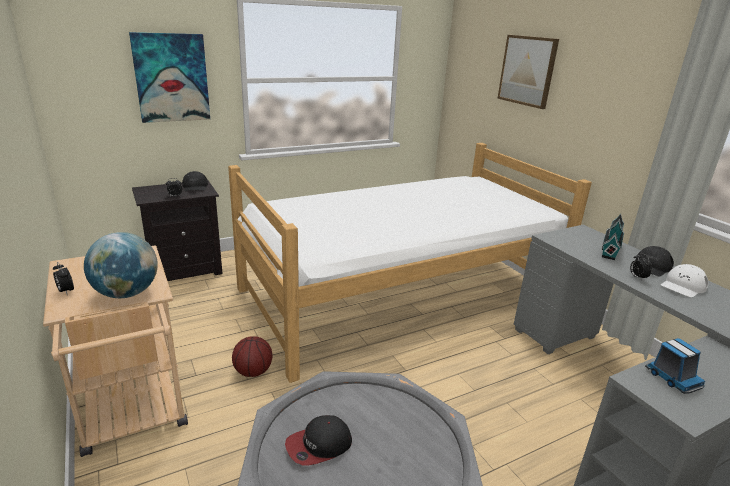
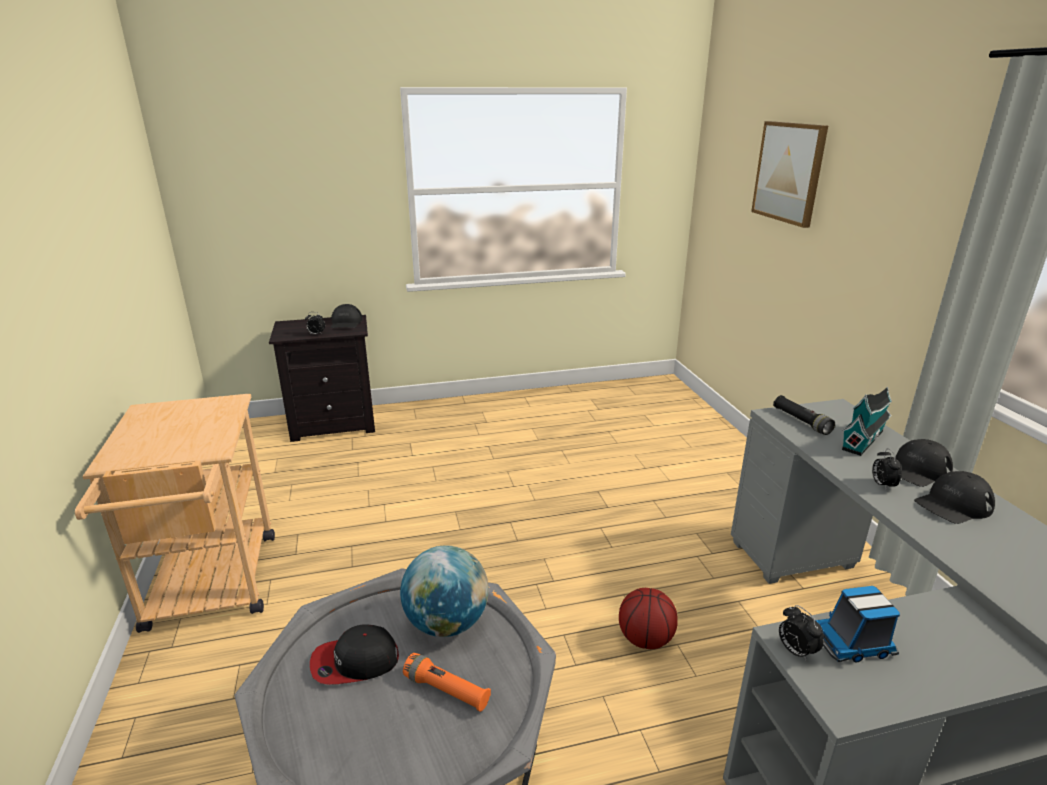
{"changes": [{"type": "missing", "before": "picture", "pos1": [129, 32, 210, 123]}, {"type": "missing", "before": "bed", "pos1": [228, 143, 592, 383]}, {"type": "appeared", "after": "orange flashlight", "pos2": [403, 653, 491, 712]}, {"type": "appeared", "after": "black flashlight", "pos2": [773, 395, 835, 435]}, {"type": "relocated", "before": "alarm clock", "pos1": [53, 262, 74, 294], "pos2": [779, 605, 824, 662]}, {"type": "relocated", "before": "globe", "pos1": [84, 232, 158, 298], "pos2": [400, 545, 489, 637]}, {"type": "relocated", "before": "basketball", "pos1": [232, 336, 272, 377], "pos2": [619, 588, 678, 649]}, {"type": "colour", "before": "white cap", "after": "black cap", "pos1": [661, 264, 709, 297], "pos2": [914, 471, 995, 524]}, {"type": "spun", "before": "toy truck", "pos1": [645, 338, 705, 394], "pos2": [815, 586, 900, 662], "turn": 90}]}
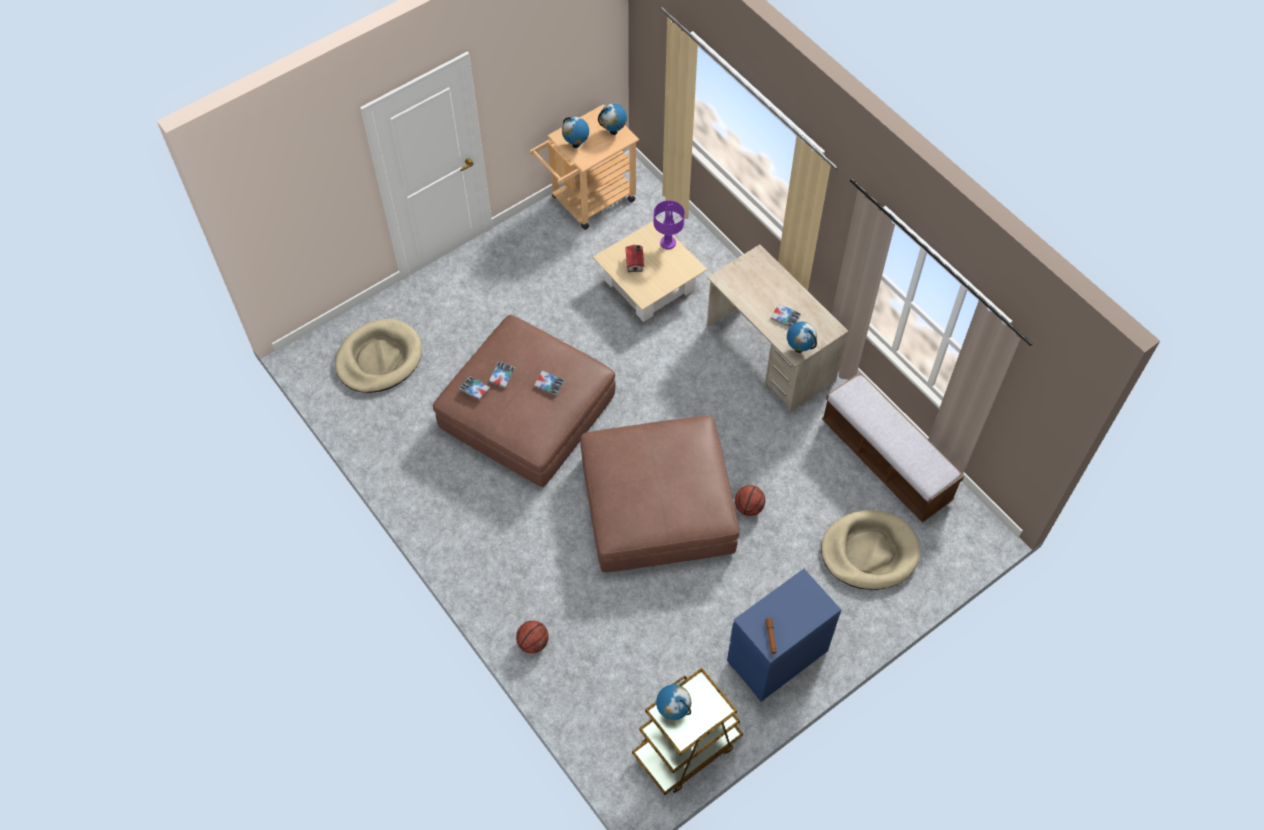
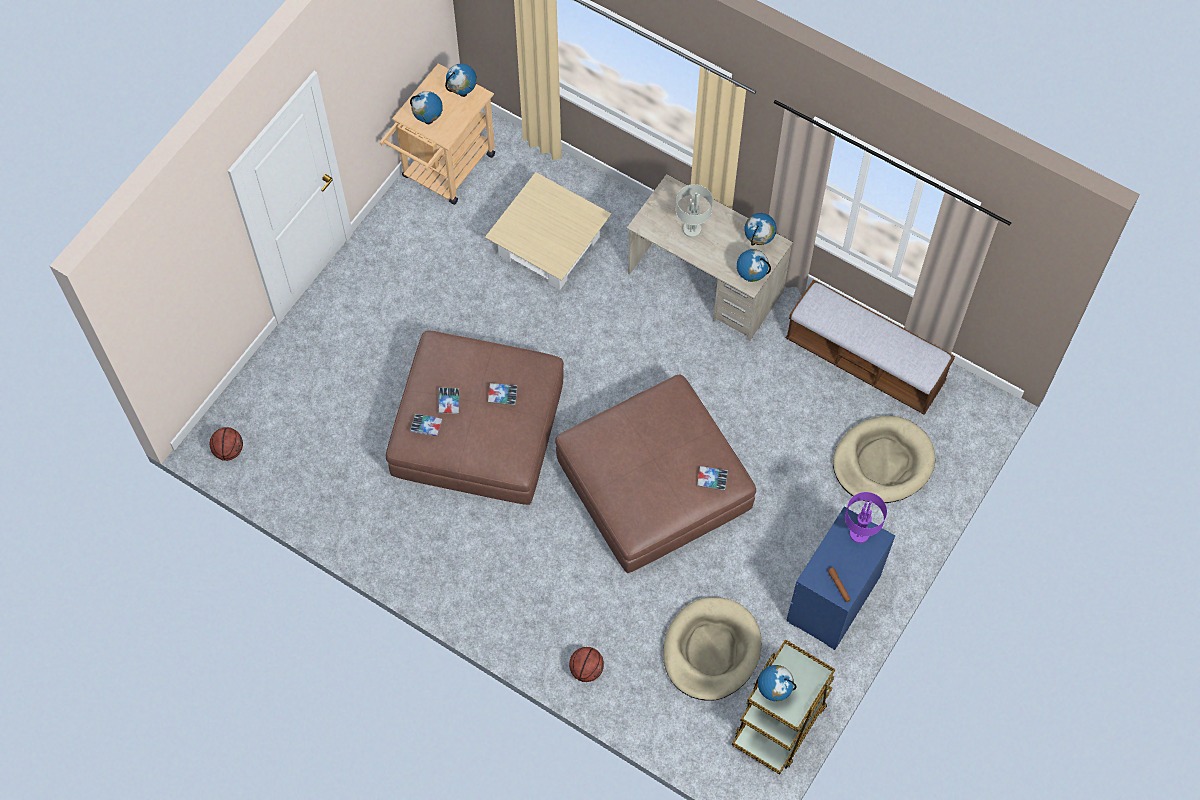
{"changes": [{"type": "missing", "before": "toy house", "pos1": [625, 245, 644, 272]}, {"type": "appeared", "after": "grey table lamp", "pos2": [676, 184, 713, 238]}, {"type": "appeared", "after": "globe", "pos2": [744, 213, 776, 246]}, {"type": "relocated", "before": "beige dog bed", "pos1": [335, 319, 422, 393], "pos2": [663, 597, 761, 701]}, {"type": "relocated", "before": "purple table lamp", "pos1": [653, 200, 685, 249], "pos2": [845, 492, 887, 543]}, {"type": "relocated", "before": "basketball", "pos1": [735, 485, 765, 516], "pos2": [210, 427, 243, 461]}, {"type": "relocated", "before": "book", "pos1": [771, 304, 801, 327], "pos2": [697, 466, 728, 490]}]}
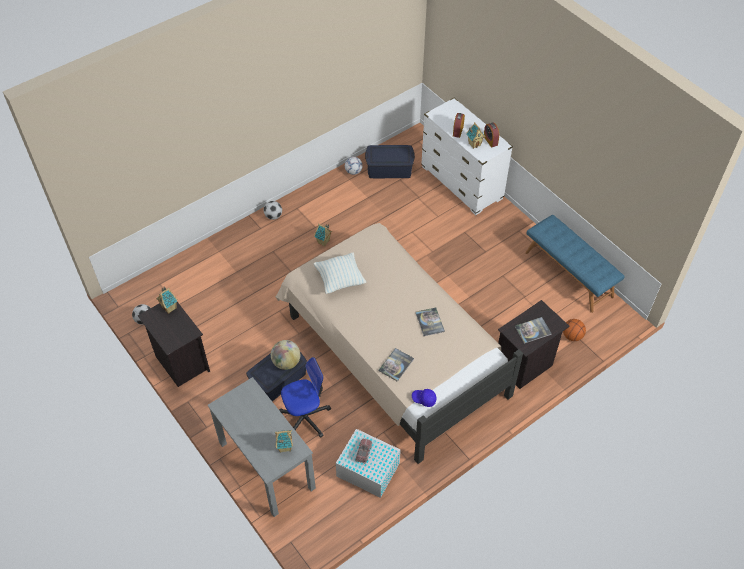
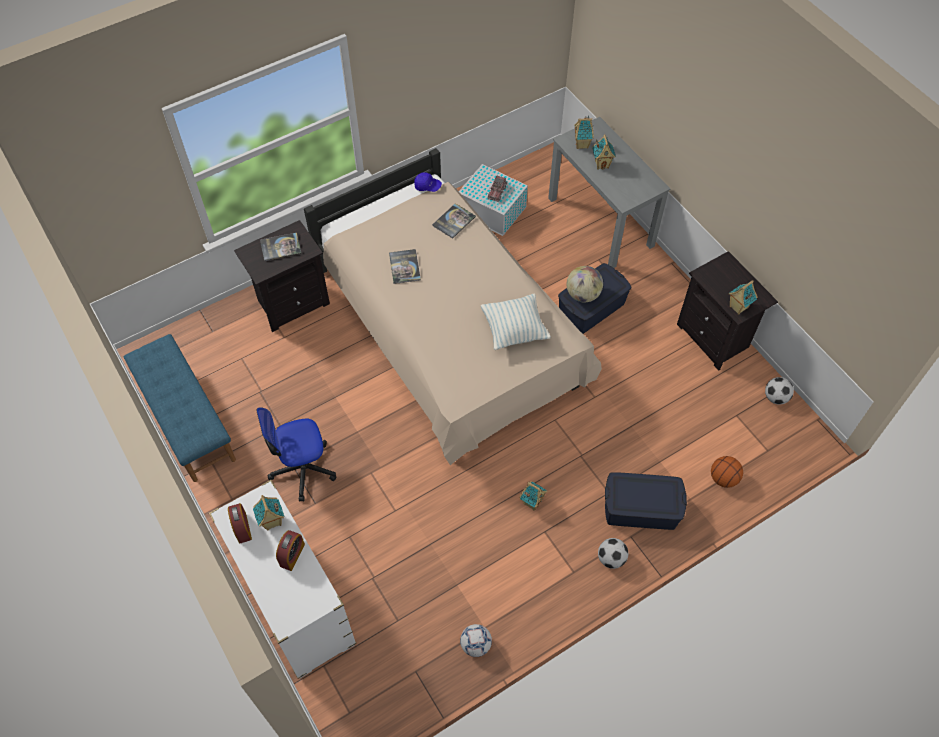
{"changes": [{"type": "appeared", "after": "toy house", "pos2": [592, 134, 616, 170]}, {"type": "relocated", "before": "office chair", "pos1": [279, 357, 331, 438], "pos2": [256, 408, 336, 502]}, {"type": "relocated", "before": "blue storage box", "pos1": [365, 145, 415, 178], "pos2": [605, 472, 687, 530]}, {"type": "relocated", "before": "basketball", "pos1": [563, 319, 586, 341], "pos2": [711, 456, 743, 488]}]}
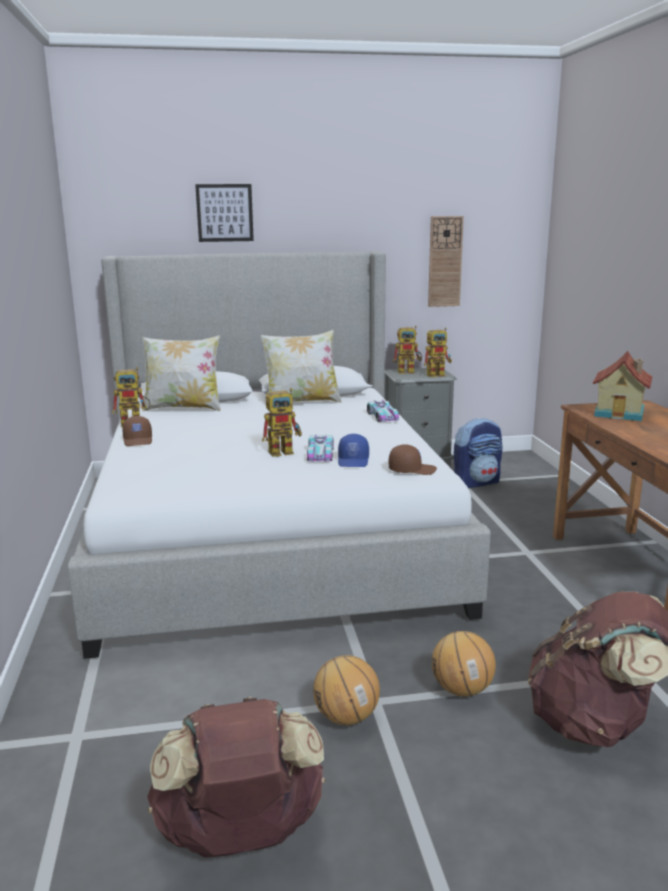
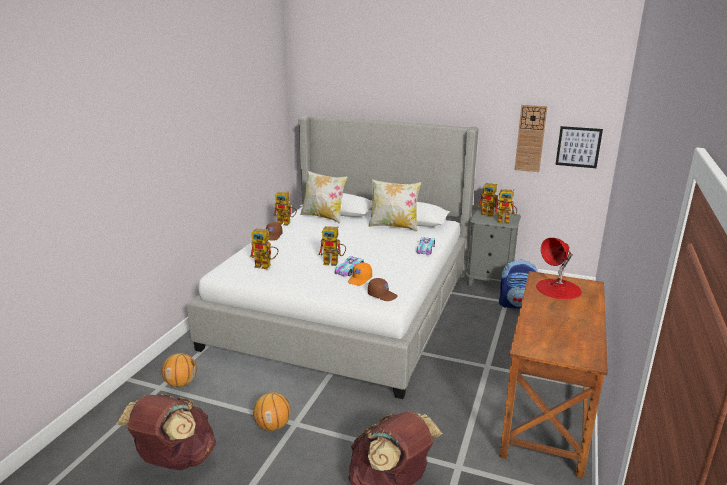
{"changes": [{"type": "appeared", "after": "toy robot", "pos2": [250, 228, 278, 269]}, {"type": "relocated", "before": "picture", "pos1": [195, 184, 254, 242], "pos2": [555, 126, 603, 168]}, {"type": "relocated", "before": "basketball", "pos1": [432, 631, 496, 697], "pos2": [162, 353, 197, 387]}, {"type": "exchanged", "before": "toy house", "after": "red table lamp", "pos1": [593, 351, 653, 421], "pos2": [536, 238, 582, 299]}, {"type": "colour", "before": "blue cap", "after": "orange cap", "pos1": [338, 434, 369, 467], "pos2": [348, 262, 372, 286]}]}
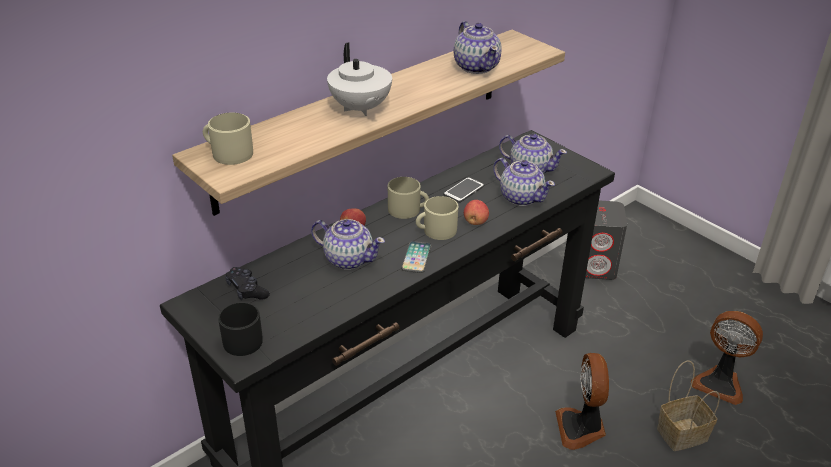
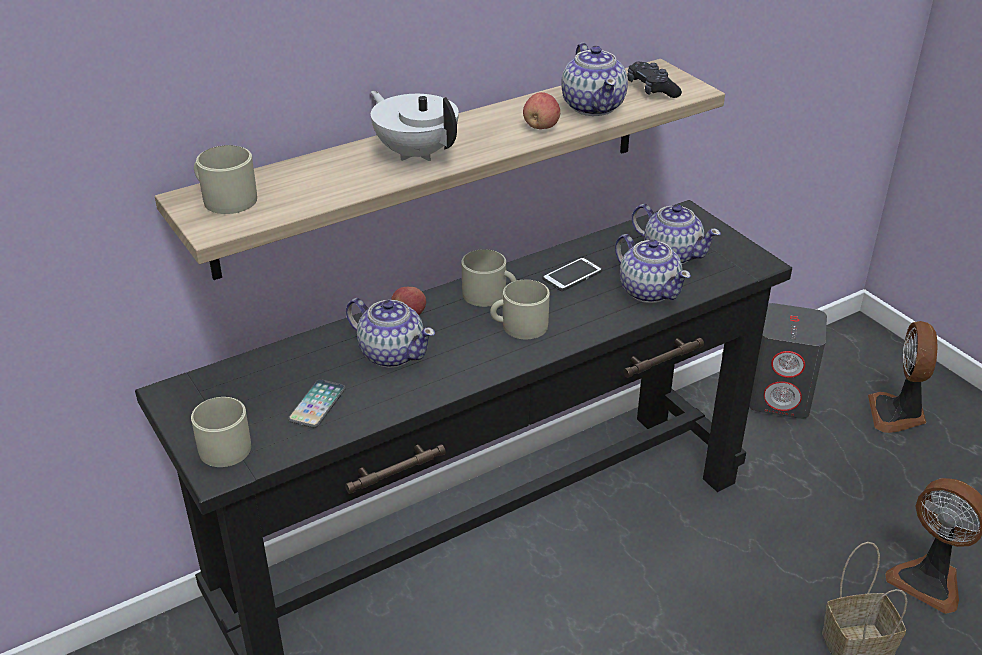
{"changes": [{"type": "relocated", "before": "black game controller", "pos1": [225, 267, 270, 300], "pos2": [627, 62, 682, 98]}, {"type": "relocated", "before": "phone", "pos1": [401, 241, 432, 273], "pos2": [288, 379, 346, 428]}, {"type": "relocated", "before": "apple", "pos1": [464, 200, 489, 225], "pos2": [523, 92, 560, 129]}, {"type": "relocated", "before": "fan", "pos1": [555, 353, 609, 450], "pos2": [868, 321, 938, 433]}, {"type": "colour", "before": "black mug", "after": "beige mug", "pos1": [218, 303, 263, 356], "pos2": [191, 397, 251, 467]}, {"type": "spun", "before": "white teapot", "pos1": [327, 43, 392, 116], "pos2": [371, 91, 459, 161], "turn": 150}]}
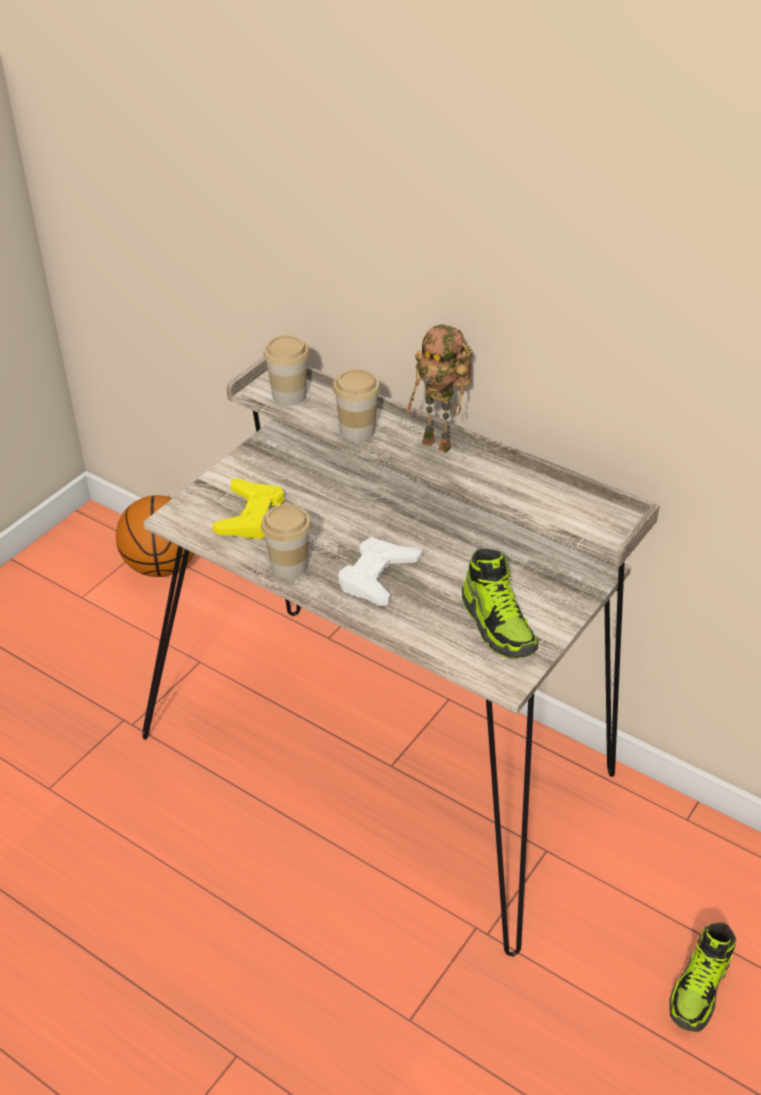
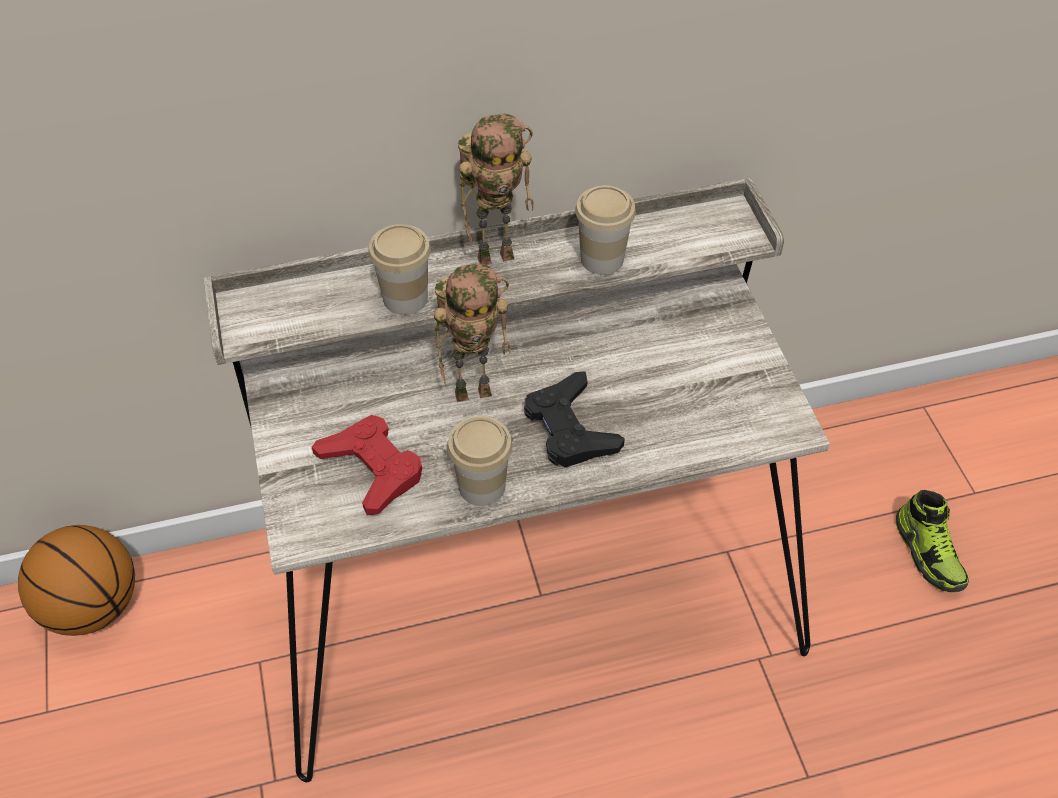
{"changes": [{"type": "missing", "before": "shoe", "pos1": [462, 549, 538, 658]}, {"type": "appeared", "after": "toy robot", "pos2": [434, 263, 511, 402]}, {"type": "relocated", "before": "cup", "pos1": [263, 335, 310, 406], "pos2": [575, 185, 636, 275]}, {"type": "colour", "before": "yellow game controller", "after": "red game controller", "pos1": [212, 479, 284, 539], "pos2": [312, 415, 422, 515]}, {"type": "colour", "before": "white game controller", "after": "black game controller", "pos1": [339, 538, 422, 606], "pos2": [524, 371, 625, 467]}]}
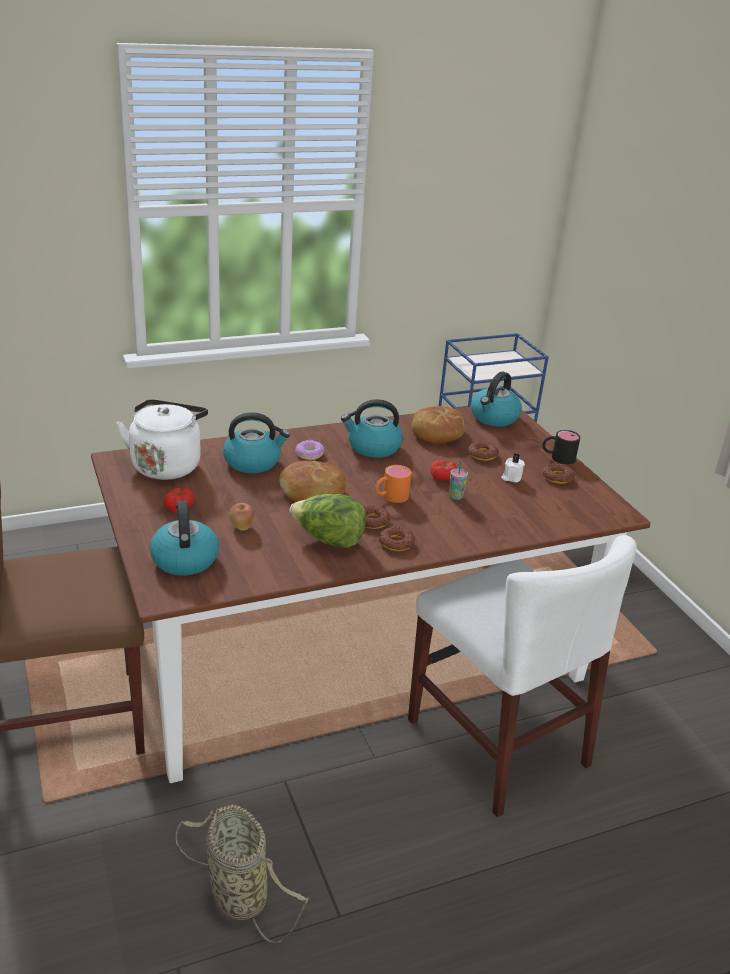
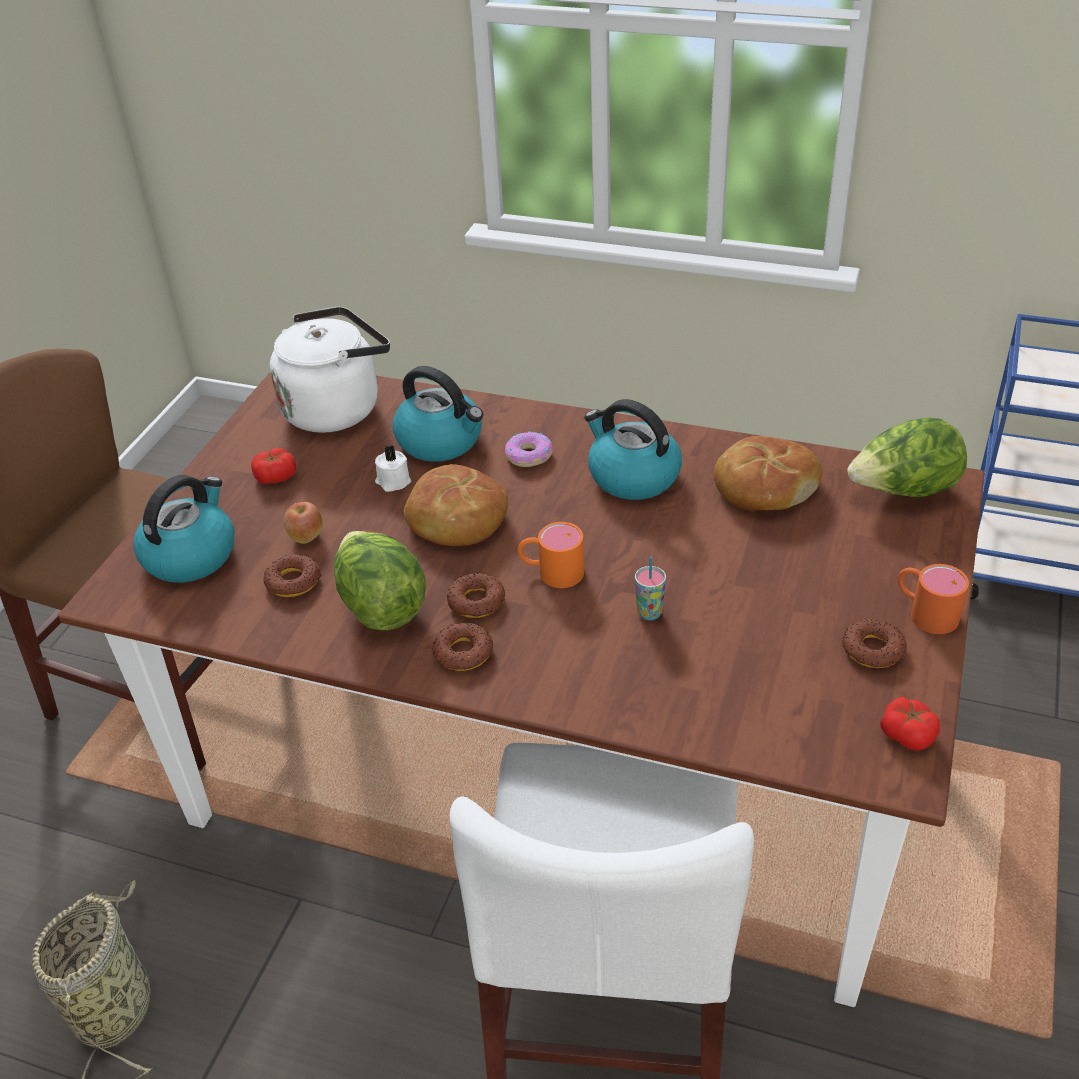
{"changes": [{"type": "relocated", "before": "tomato", "pos1": [431, 460, 457, 481], "pos2": [880, 697, 940, 751]}, {"type": "relocated", "before": "donut", "pos1": [468, 441, 499, 461], "pos2": [263, 554, 322, 597]}, {"type": "relocated", "before": "white candle", "pos1": [501, 453, 525, 483], "pos2": [375, 445, 411, 492]}, {"type": "exchanged", "before": "kettle", "after": "lettuce", "pos1": [471, 371, 522, 427], "pos2": [847, 418, 967, 497]}, {"type": "colour", "before": "black mug", "after": "orange mug", "pos1": [542, 430, 580, 464], "pos2": [898, 564, 969, 634]}]}
